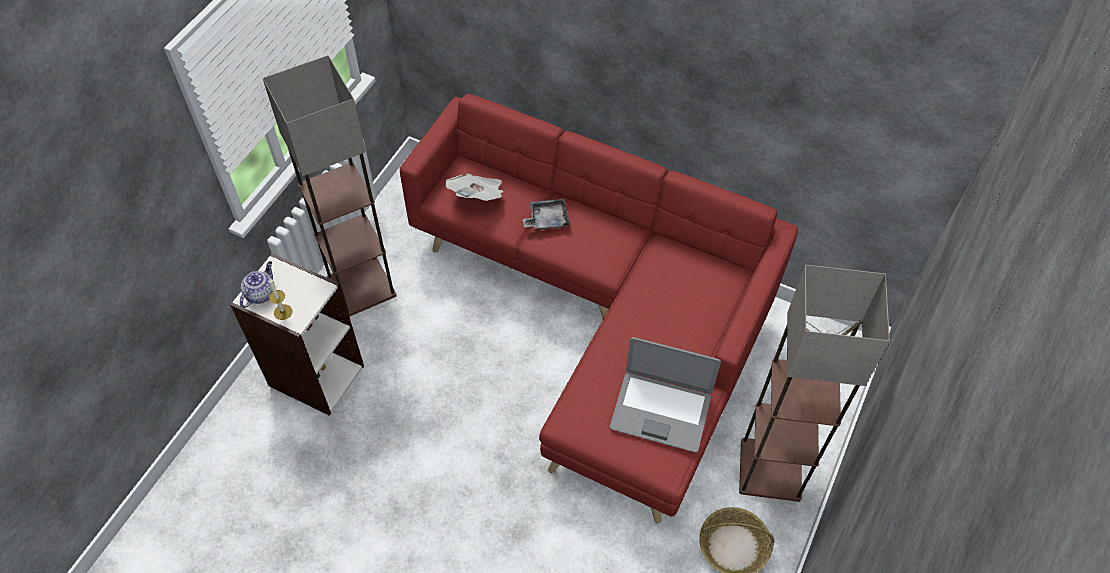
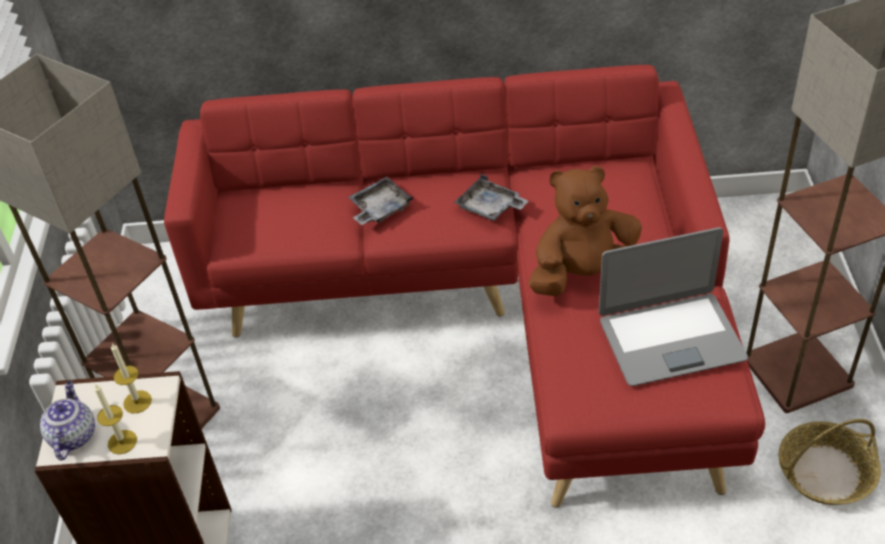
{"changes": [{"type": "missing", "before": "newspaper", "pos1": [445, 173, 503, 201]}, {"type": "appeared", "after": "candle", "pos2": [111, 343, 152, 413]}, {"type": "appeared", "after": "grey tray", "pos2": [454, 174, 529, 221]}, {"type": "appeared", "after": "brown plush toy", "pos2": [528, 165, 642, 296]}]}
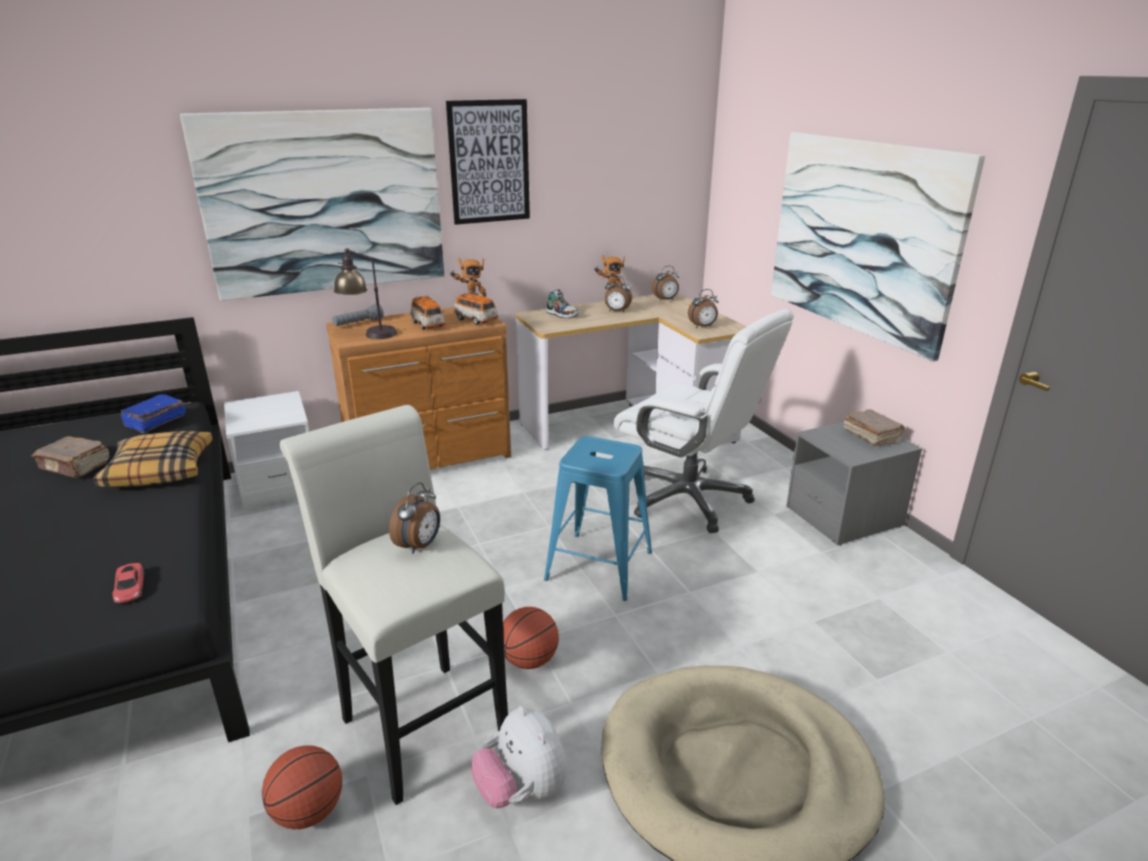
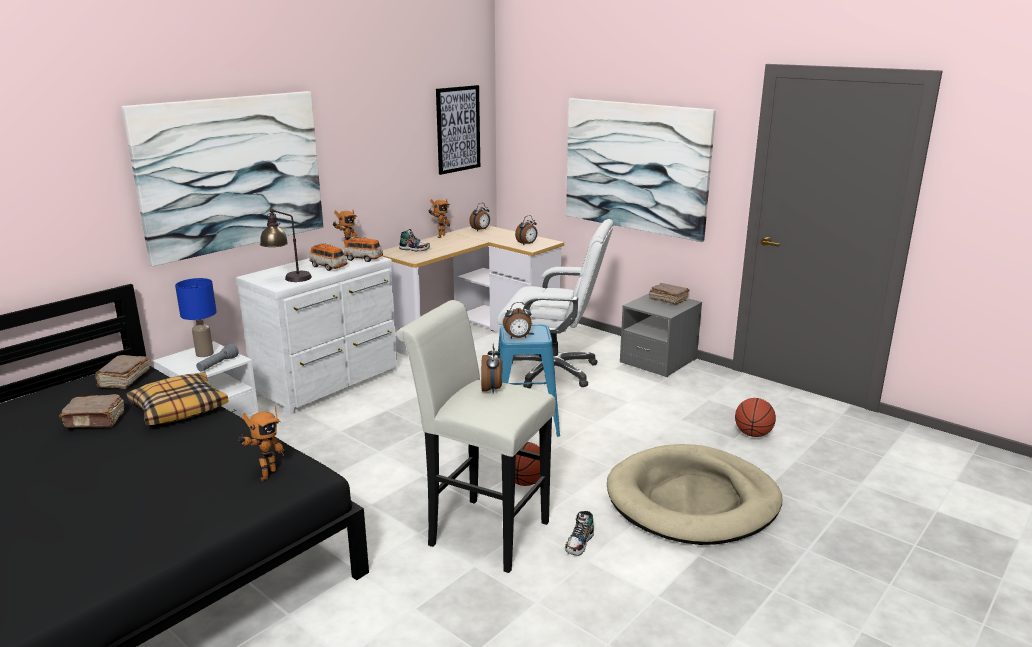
{"changes": [{"type": "appeared", "after": "blue table lamp", "pos2": [175, 278, 217, 357]}, {"type": "relocated", "before": "basketball", "pos1": [262, 745, 342, 829], "pos2": [735, 398, 776, 437]}, {"type": "relocated", "before": "grey flashlight", "pos1": [332, 304, 384, 326], "pos2": [196, 344, 239, 372]}, {"type": "relocated", "before": "picture", "pos1": [446, 99, 530, 225], "pos2": [436, 85, 480, 175]}, {"type": "relocated", "before": "alarm clock", "pos1": [605, 276, 632, 312], "pos2": [503, 302, 532, 339]}, {"type": "exchanged", "before": "red toy car", "after": "toy robot", "pos1": [113, 563, 144, 603], "pos2": [238, 406, 285, 481]}, {"type": "exchanged", "before": "plush toy", "after": "shoe", "pos1": [471, 706, 567, 808], "pos2": [565, 511, 594, 556]}, {"type": "colour", "before": "blue book", "after": "brown book", "pos1": [120, 394, 186, 434], "pos2": [95, 355, 150, 389]}, {"type": "colour", "before": "brown dresser", "after": "white dresser", "pos1": [326, 307, 511, 469], "pos2": [236, 249, 398, 415]}]}
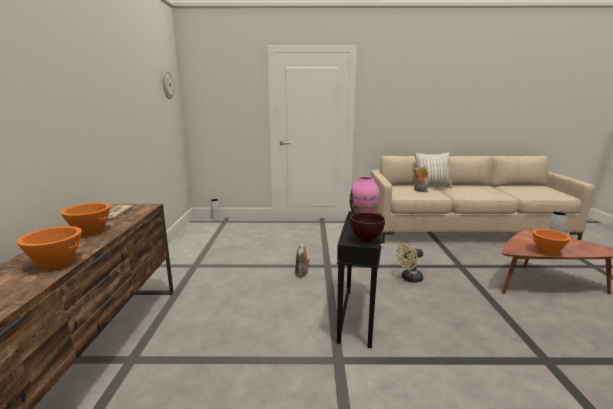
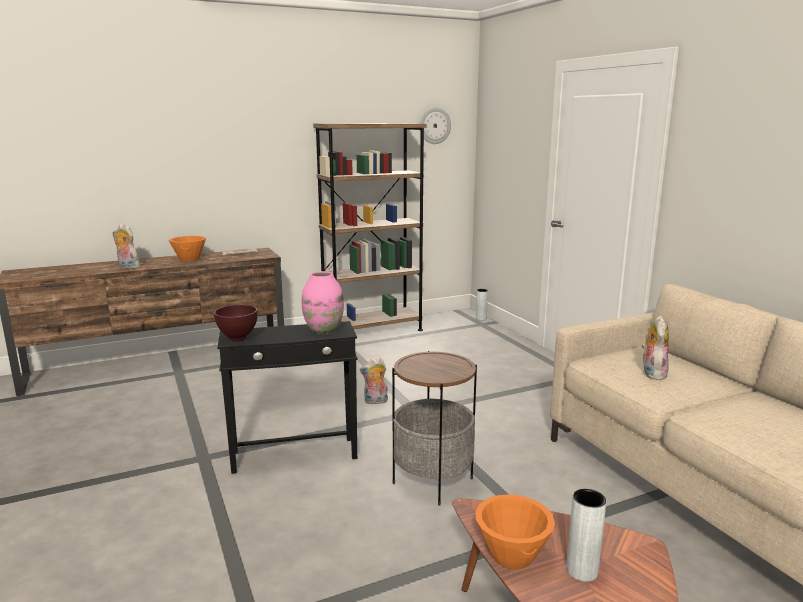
{"changes": [{"type": "missing", "before": "pillow", "pos1": [415, 152, 453, 188]}, {"type": "appeared", "after": "brown bookcase", "pos2": [313, 123, 427, 331]}, {"type": "exchanged", "before": "orange bowl", "after": "plush toy", "pos1": [17, 226, 82, 270], "pos2": [113, 224, 140, 269]}, {"type": "exchanged", "before": "beige fan", "after": "side table", "pos1": [396, 243, 423, 283], "pos2": [392, 351, 477, 506]}]}
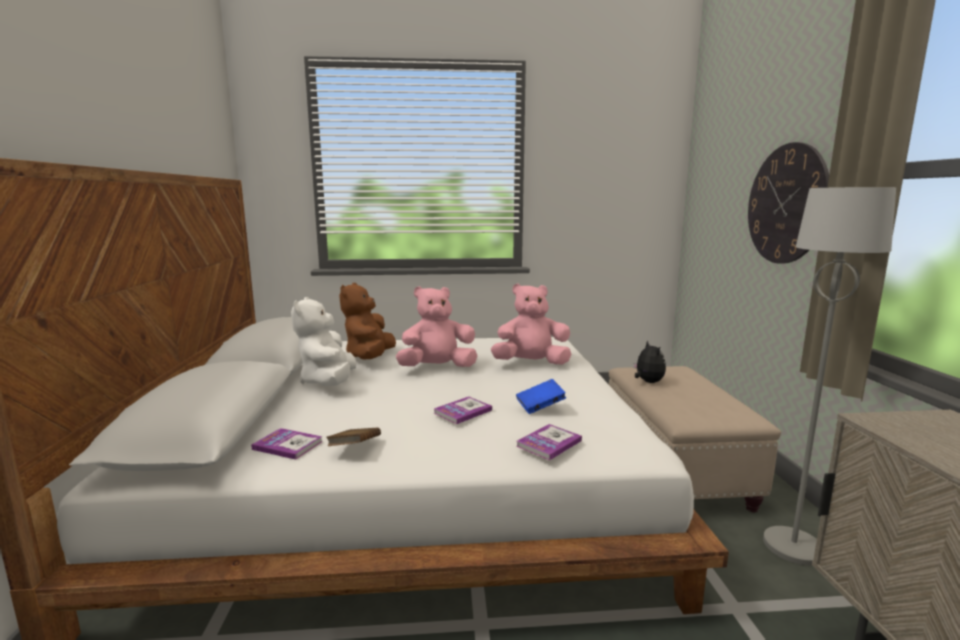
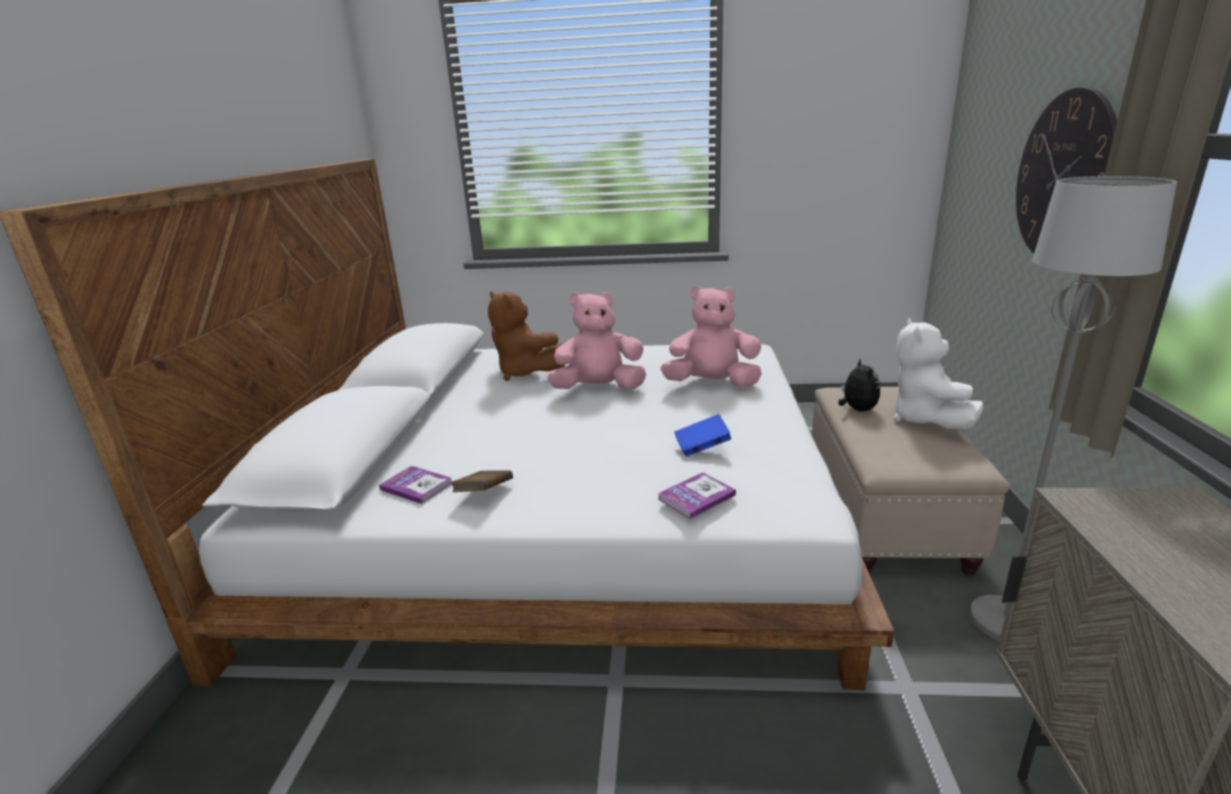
{"changes": [{"type": "missing", "before": "book", "pos1": [434, 396, 492, 424]}, {"type": "relocated", "before": "white plush toy", "pos1": [291, 297, 357, 386], "pos2": [893, 318, 984, 430]}, {"type": "spun", "before": "brown plush toy", "pos1": [339, 283, 396, 359], "pos2": [488, 291, 565, 381], "turn": -60}]}
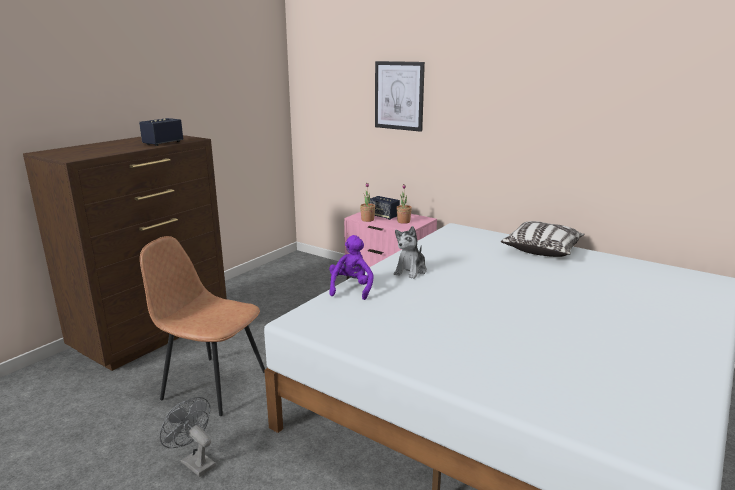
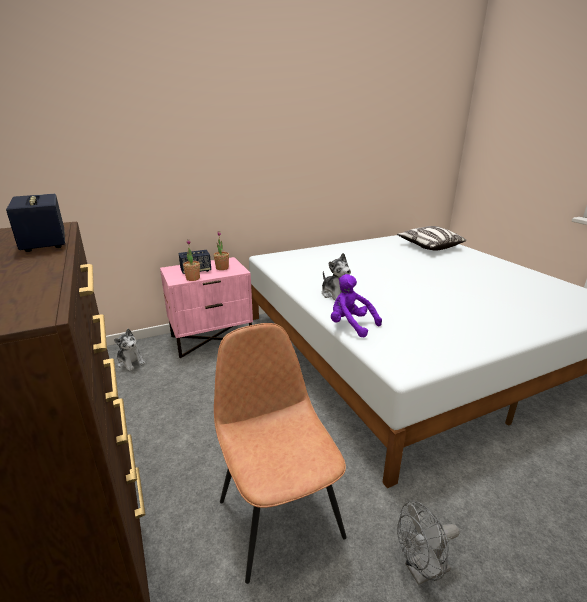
{"changes": [{"type": "missing", "before": "picture", "pos1": [375, 61, 425, 132]}, {"type": "appeared", "after": "plush toy", "pos2": [114, 329, 146, 371]}, {"type": "relocated", "before": "pillow", "pos1": [501, 221, 585, 257], "pos2": [397, 226, 467, 250]}, {"type": "spun", "before": "brown chair", "pos1": [140, 236, 265, 416], "pos2": [214, 323, 347, 584], "turn": 105}]}
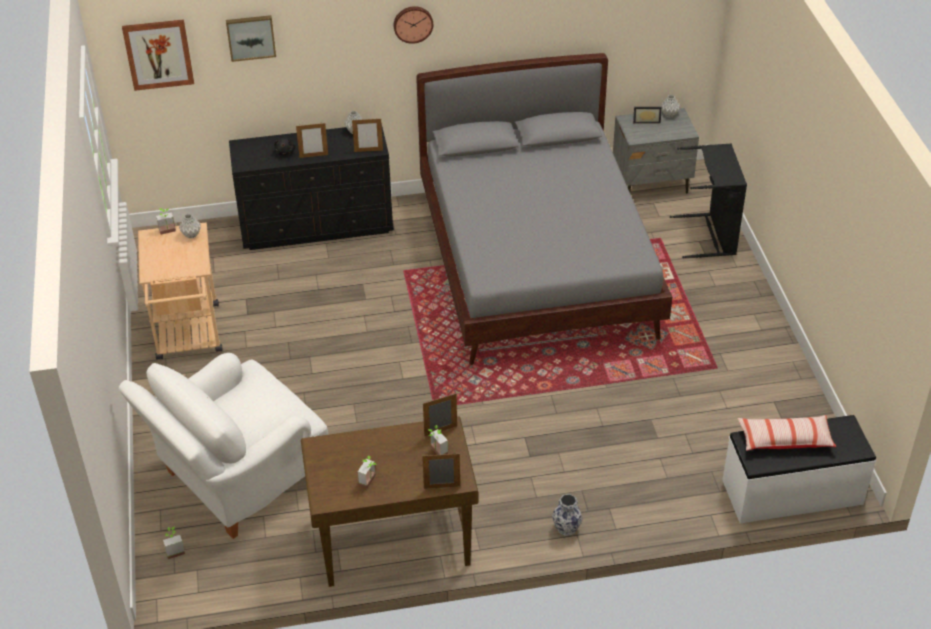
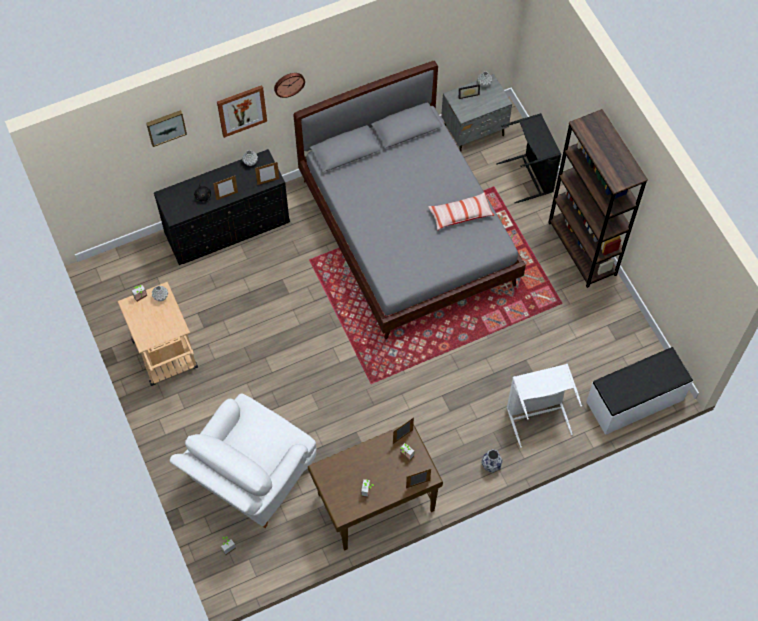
{"changes": [{"type": "appeared", "after": "white laundry basket", "pos2": [507, 364, 582, 448]}, {"type": "appeared", "after": "brown bookcase", "pos2": [548, 109, 648, 288]}, {"type": "relocated", "before": "picture", "pos1": [122, 19, 194, 91], "pos2": [217, 85, 267, 138]}, {"type": "relocated", "before": "pillow", "pos1": [738, 415, 836, 451], "pos2": [428, 192, 494, 231]}]}
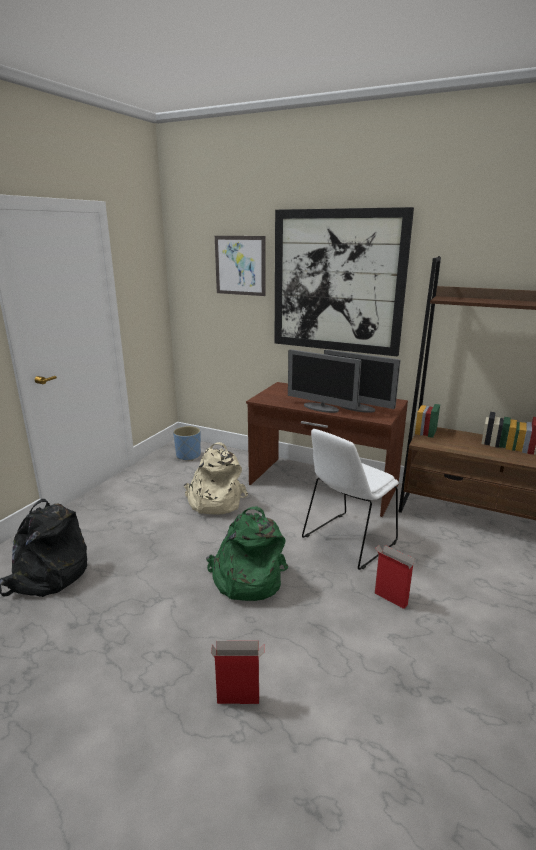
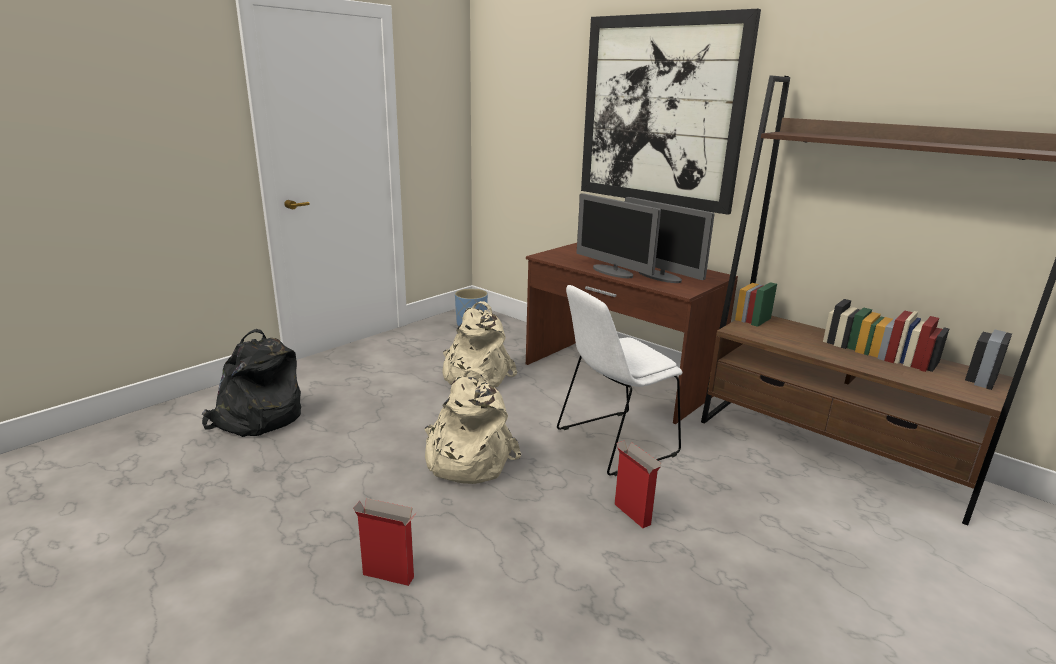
{"changes": [{"type": "missing", "before": "picture", "pos1": [215, 236, 265, 296]}, {"type": "colour", "before": "green backpack", "after": "beige backpack", "pos1": [206, 507, 288, 601], "pos2": [425, 369, 521, 484]}]}
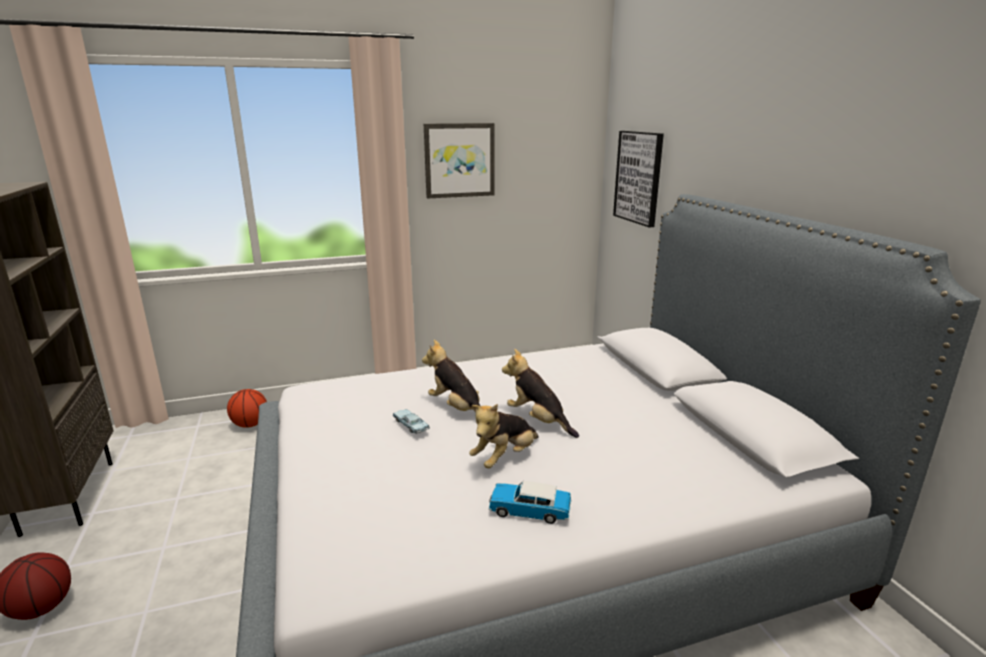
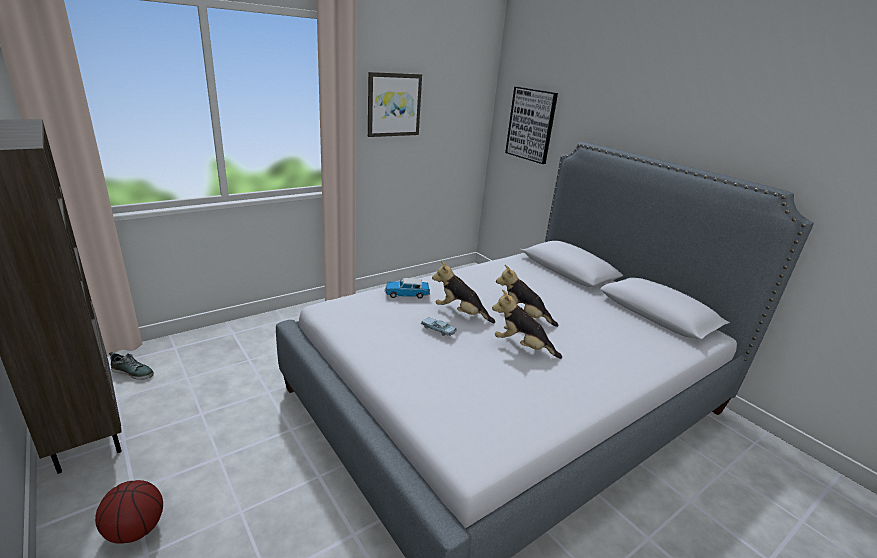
{"changes": [{"type": "missing", "before": "basketball", "pos1": [227, 389, 267, 428]}, {"type": "appeared", "after": "shoe", "pos2": [109, 352, 154, 380]}, {"type": "relocated", "before": "toy car", "pos1": [489, 481, 571, 524], "pos2": [385, 278, 430, 299]}, {"type": "spun", "before": "plush toy", "pos1": [469, 404, 539, 468], "pos2": [492, 290, 562, 359], "turn": 90}]}
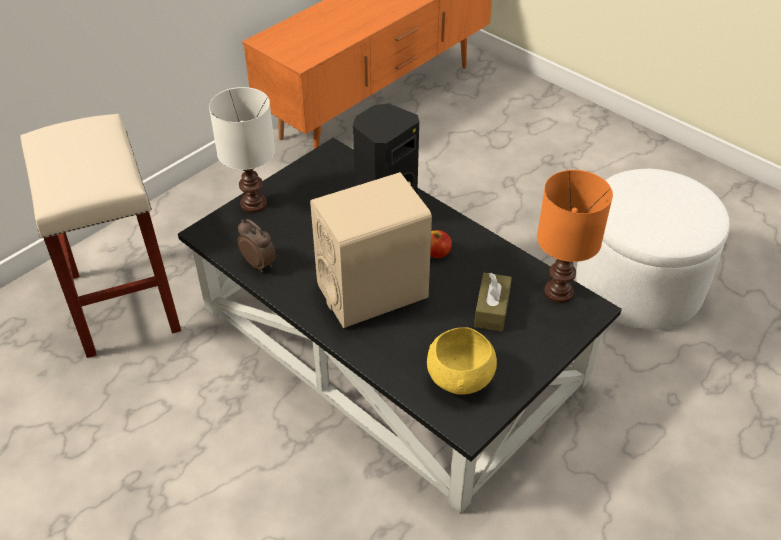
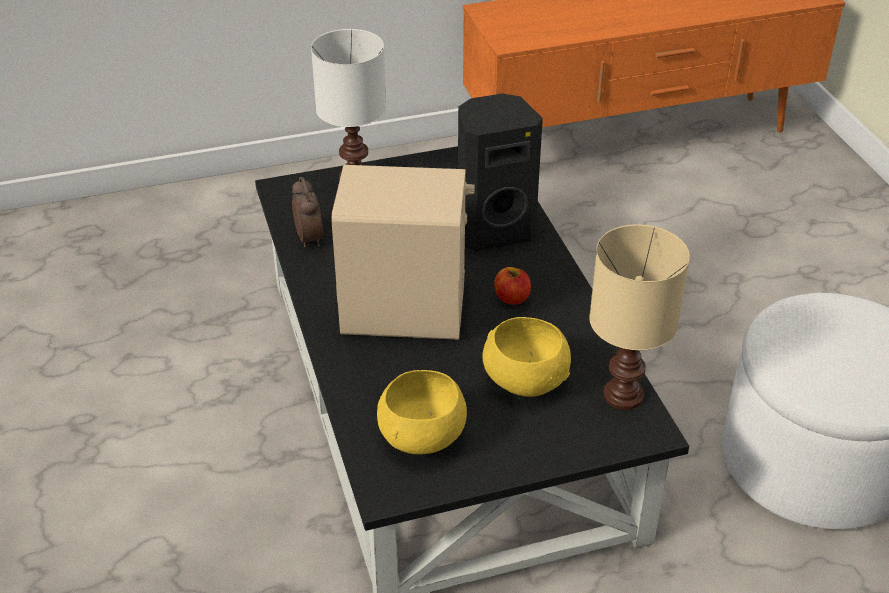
{"changes": [{"type": "missing", "before": "beige stool", "pos1": [20, 114, 181, 358]}, {"type": "exchanged", "before": "brown tissue box", "after": "yellow bowl", "pos1": [474, 273, 512, 332], "pos2": [482, 317, 571, 397]}, {"type": "colour", "before": "orange table lamp", "after": "beige table lamp", "pos1": [537, 170, 613, 303], "pos2": [589, 224, 690, 410]}]}
